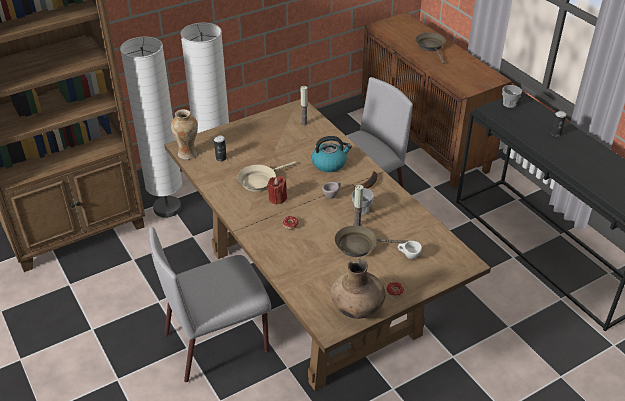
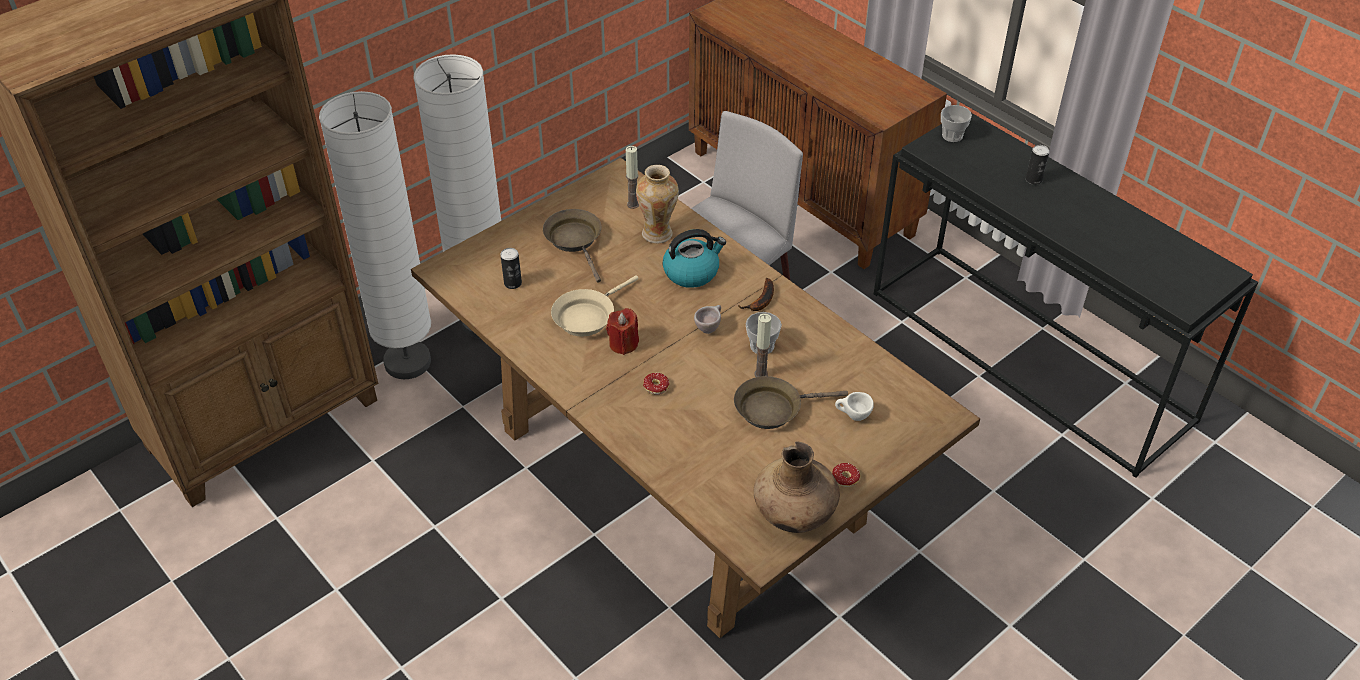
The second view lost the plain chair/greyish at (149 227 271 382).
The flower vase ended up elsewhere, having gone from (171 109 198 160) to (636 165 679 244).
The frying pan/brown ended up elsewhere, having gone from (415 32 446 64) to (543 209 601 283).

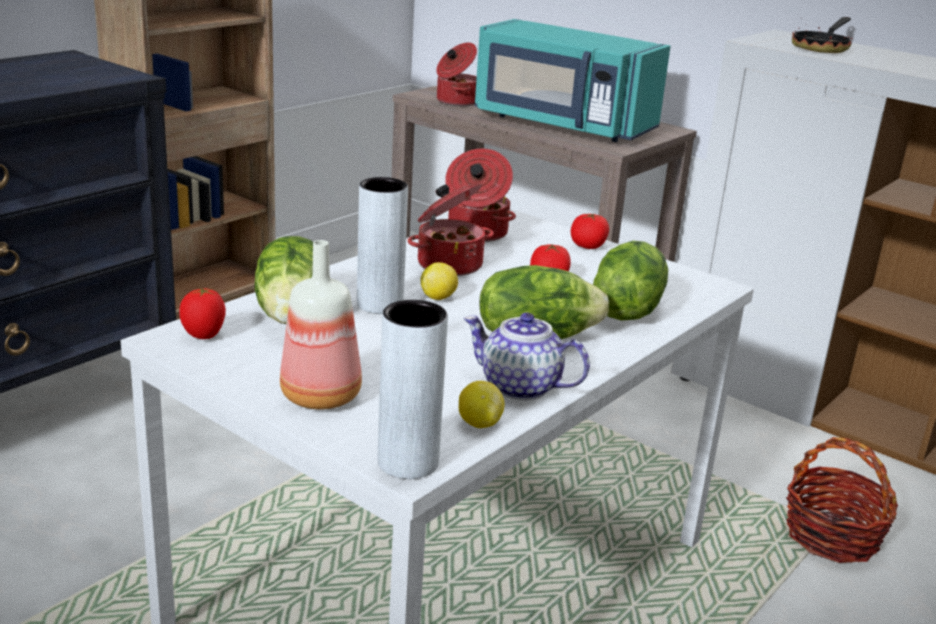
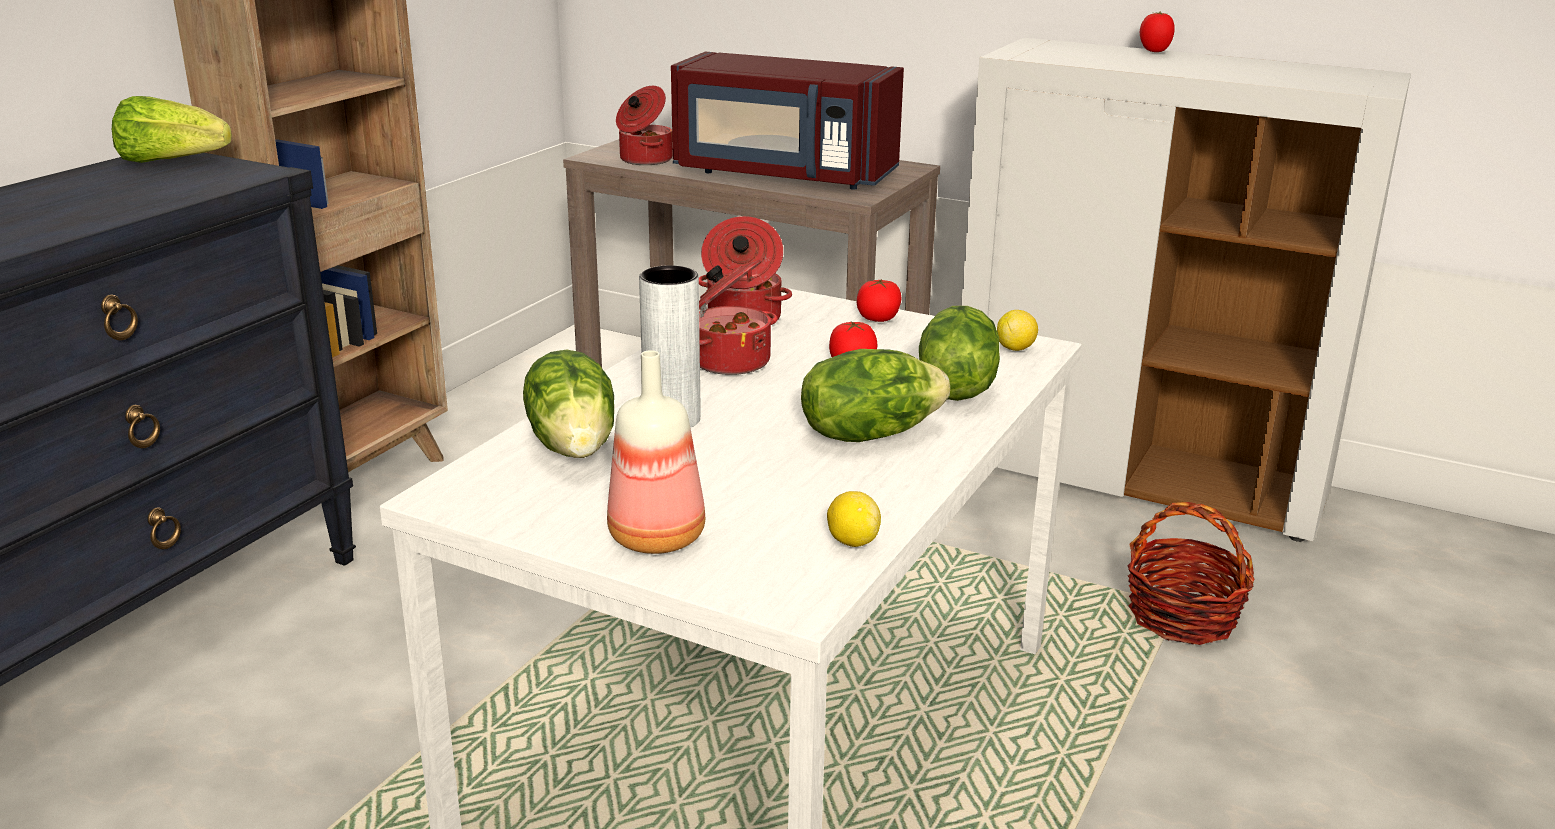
The fresh tomato ended up elsewhere, having gone from (179 288 226 339) to (1140 12 1175 52).
The second view lost the flower vase/greyish at (378 300 448 479).
The whole lemon ended up elsewhere, having gone from (421 262 458 300) to (997 310 1038 351).
The second view lost the tea pot at (464 312 590 400).
What was the microwave/turquoise-coloured at (475 19 671 142) turned into the microwave/red at (671 52 904 190).
The second view lost the frying pan at (792 17 853 53).
The second view gained the head of lettuce at (112 96 232 163).

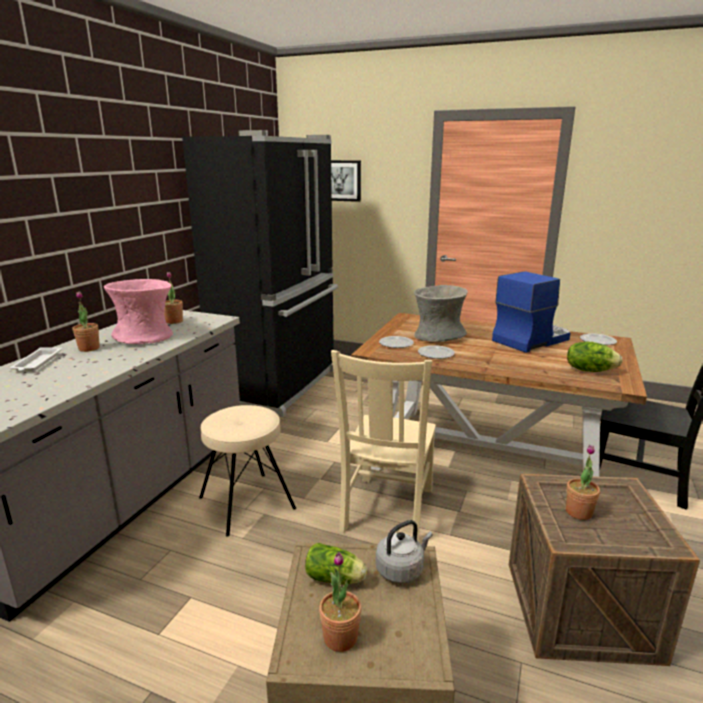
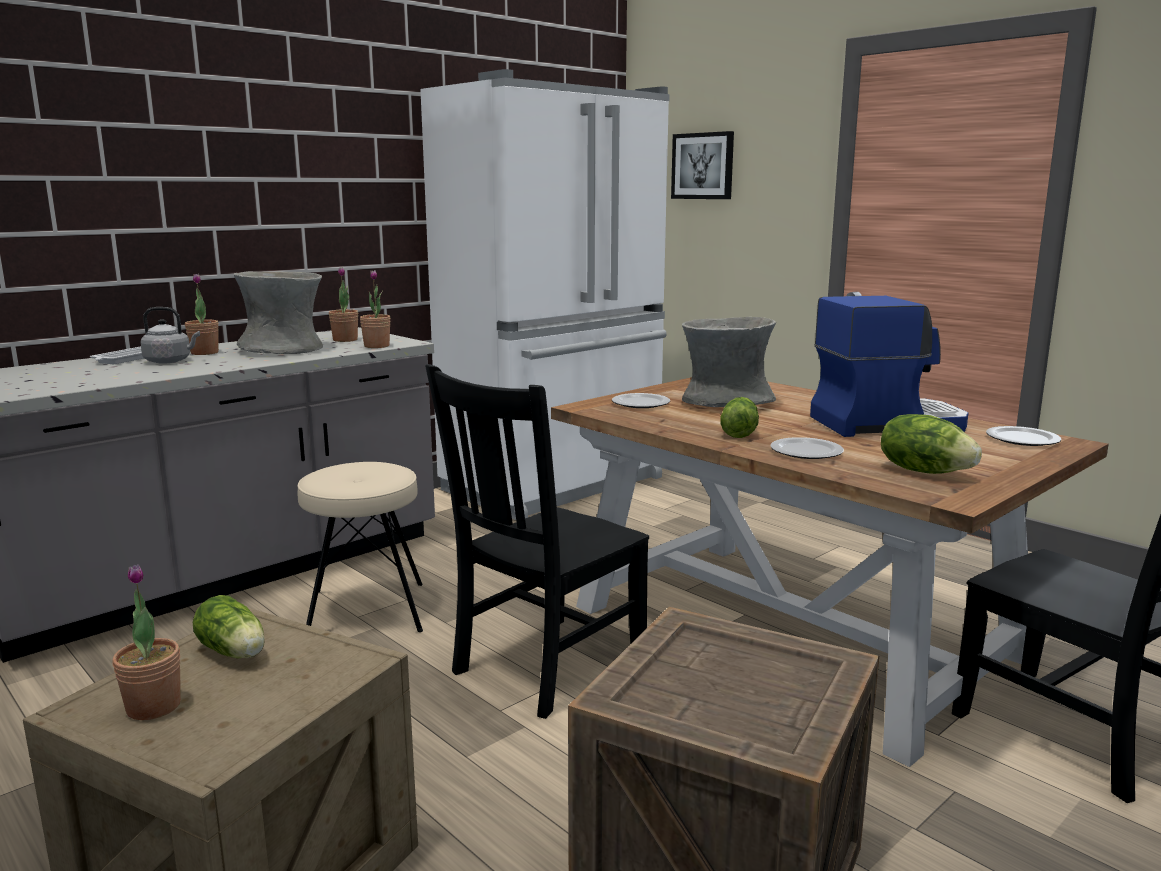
What was the flower vase/pinkish at (104 279 173 344) turned into the flower vase/greyish at (234 271 323 354).
What was the kitchen fridge/black-coloured at (182 130 338 417) turned into the kitchen fridge/white-coloured at (420 69 670 520).
What was the plain chair/beige-coloured at (331 350 436 542) turned into the plain chair/black-coloured at (425 364 649 719).
The water kettle/greyish ended up elsewhere, having gone from (376 520 433 583) to (140 307 200 364).
The dinner plate ended up elsewhere, having gone from (418 345 455 359) to (770 437 844 459).
The potted plant ended up elsewhere, having gone from (566 445 600 520) to (360 270 390 348).
The second view gained the head of lettuce at (720 397 759 438).

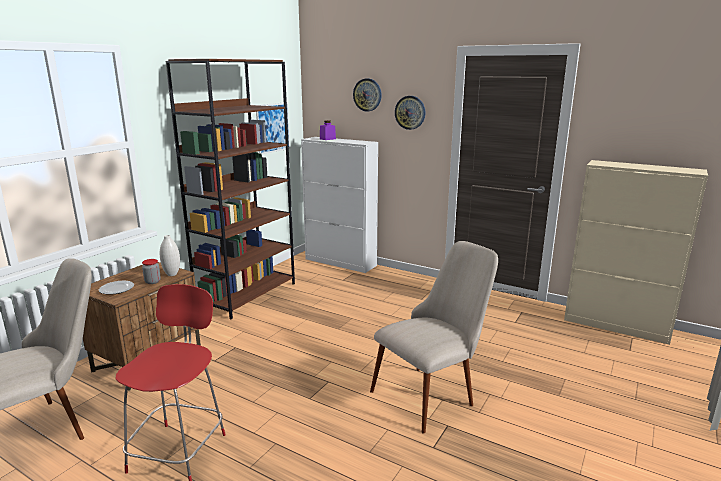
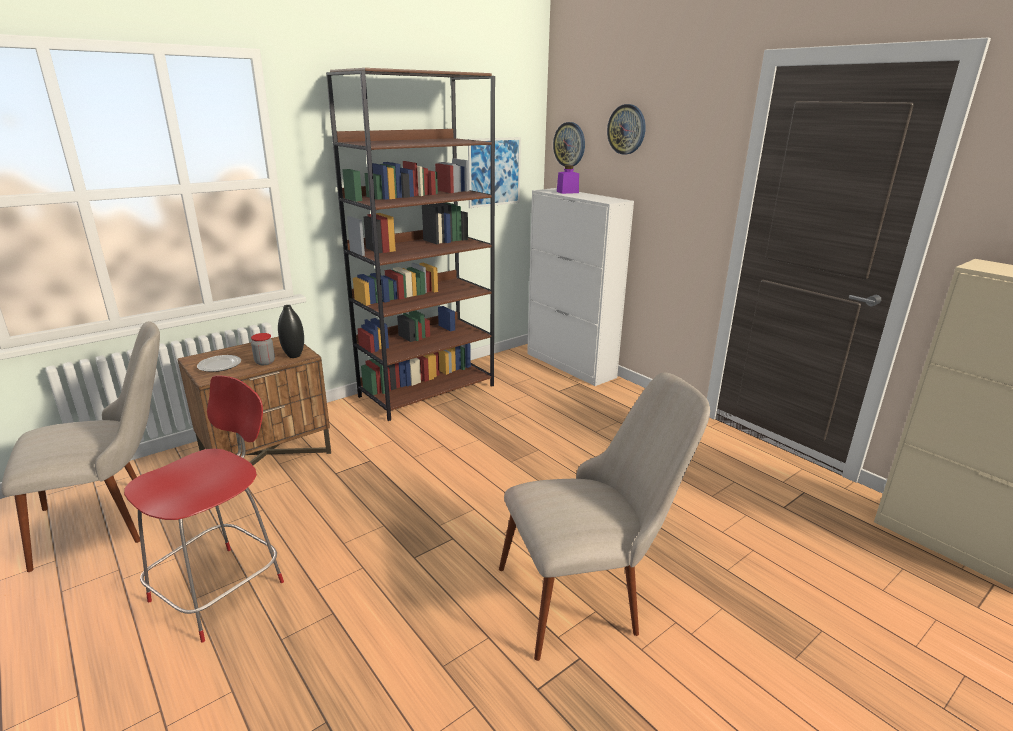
What was the flower vase/white-coloured at (160 235 180 276) turned into the flower vase/black-coloured at (278 305 304 358).
The wall clock ended up elsewhere, having gone from (395 96 426 130) to (553 122 585 167).

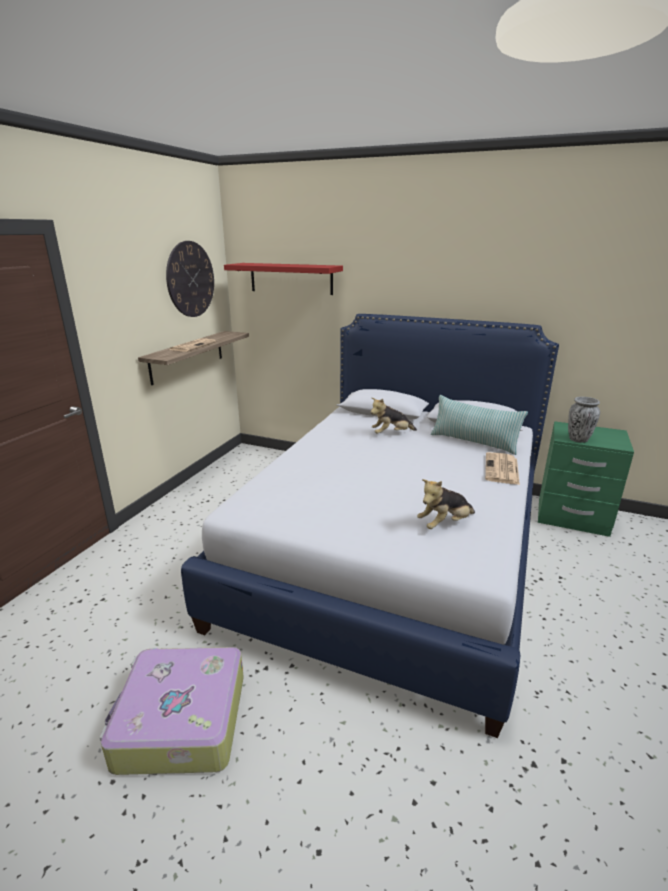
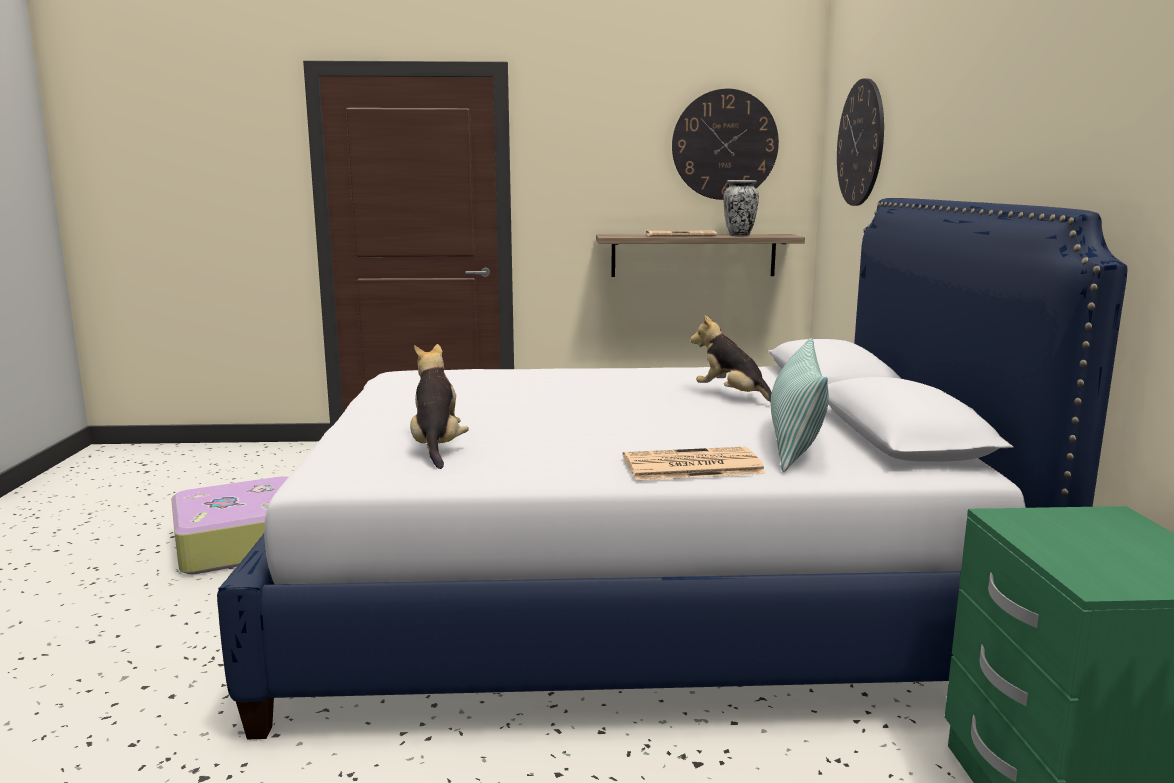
Where the shelf/red hung at (224 263 343 295), the wall clock came to hang at (837 78 884 206).
The plush toy at (417 479 475 529) ended up facing another way, 45 degrees clockwise from before.
The flower vase ended up elsewhere, having gone from (568 397 600 443) to (723 180 759 236).

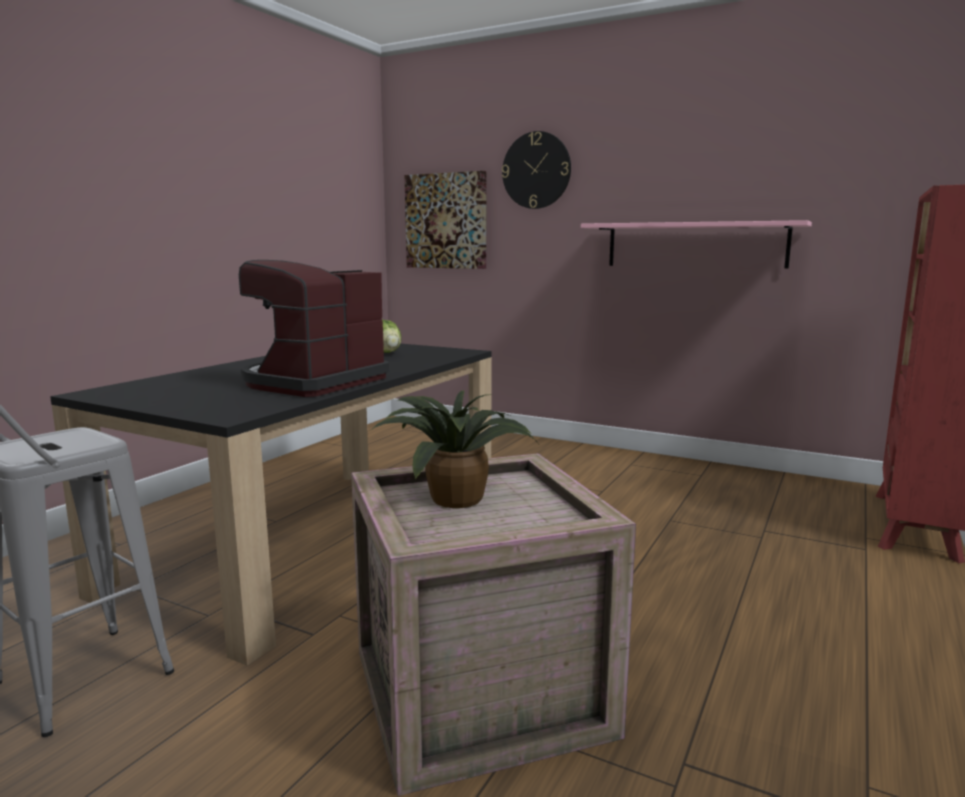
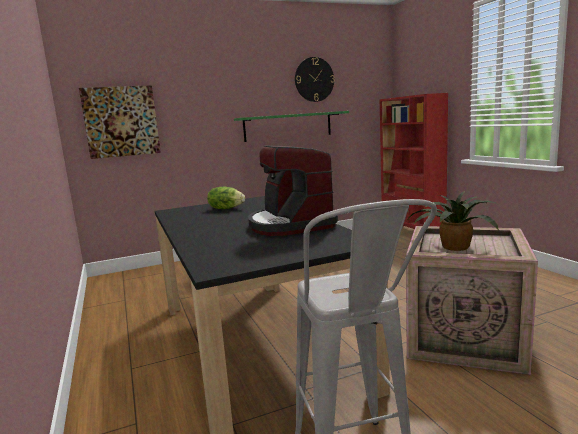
The wall clock ended up elsewhere, having gone from (502 131 571 209) to (295 57 335 102).
What was the shelf/pinkish at (581 220 812 269) turned into the shelf/green-coloured at (234 111 349 142).

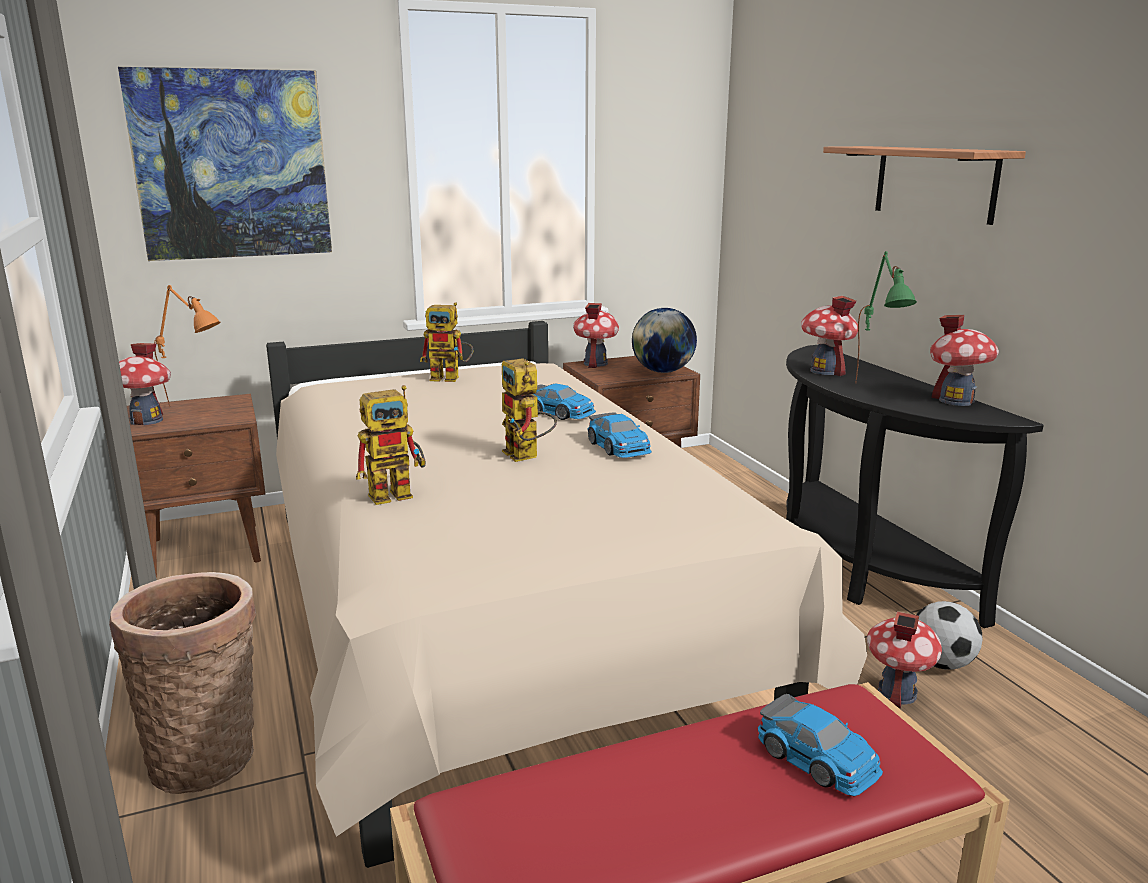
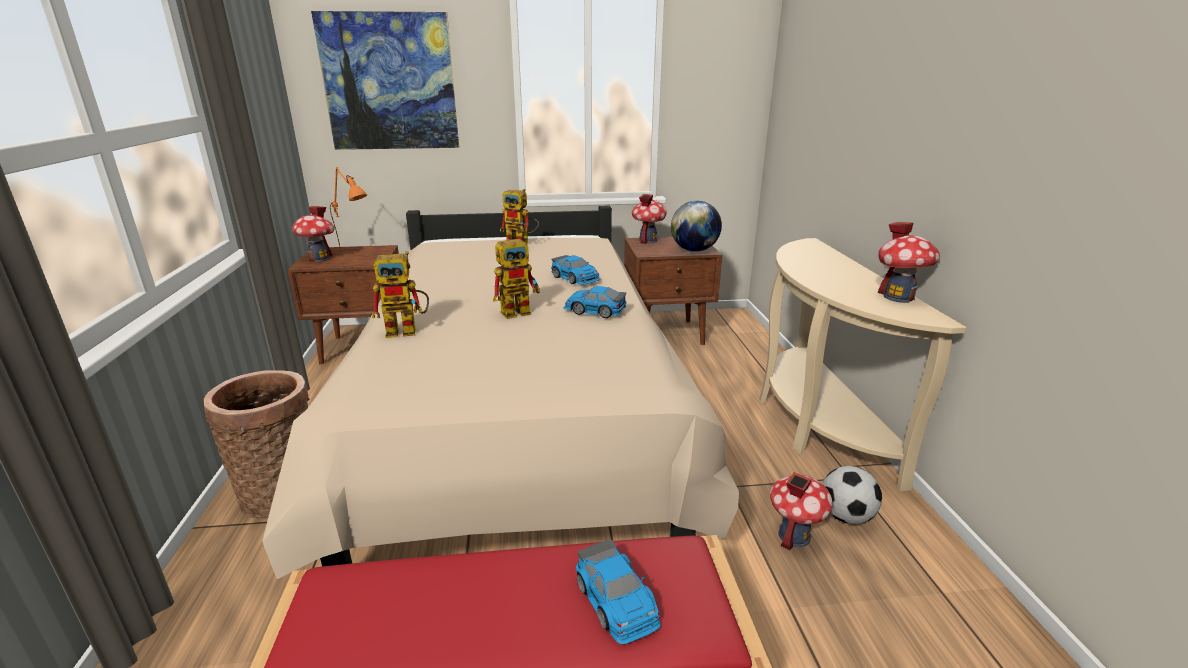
The robot figure at (502 358 557 462) ended up facing another way, 105 degrees counterclockwise from before.
The model car at (588 412 652 458) ended up facing another way, 120 degrees clockwise from before.
What was the hall table/black-coloured at (786 345 1044 628) turned into the hall table/beige-coloured at (759 238 966 491).
The second view lost the miniature house at (801 296 858 376).
The second view lost the shelf at (823 146 1026 225).
The second view lost the tabletop lamp/green-coloured at (855 251 917 384).

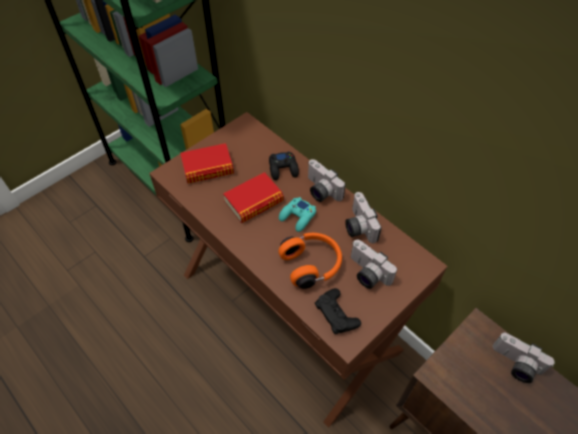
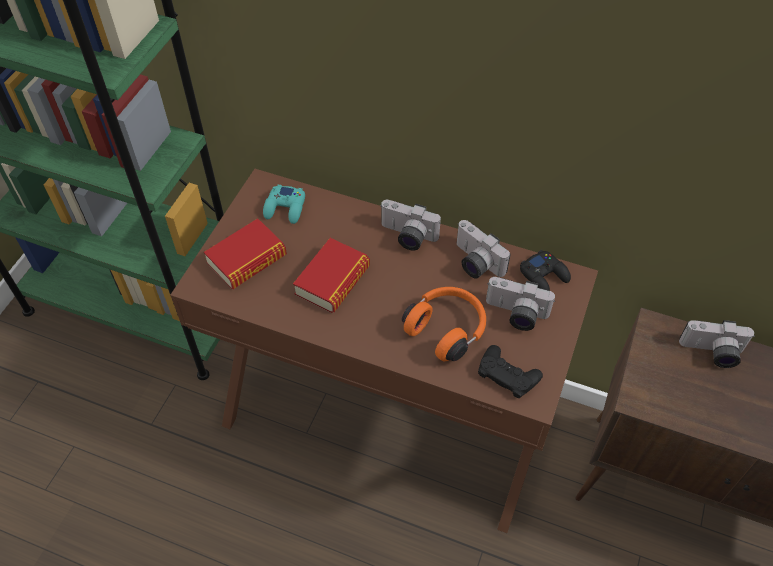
The game controller/black-coloured ended up elsewhere, having gone from (269 151 299 180) to (520 250 571 291).
The game controller/turquoise-coloured ended up elsewhere, having gone from (279 197 316 232) to (263 185 305 224).

